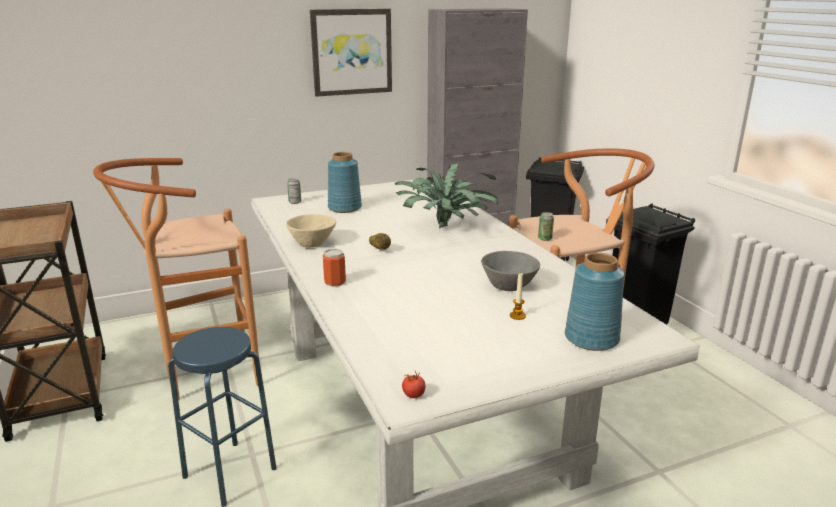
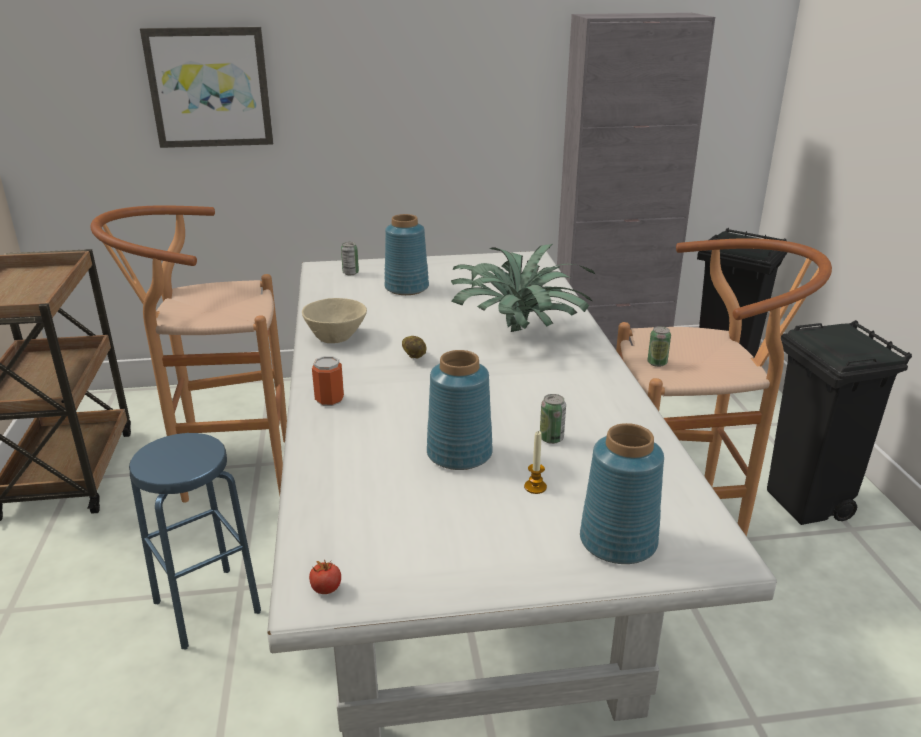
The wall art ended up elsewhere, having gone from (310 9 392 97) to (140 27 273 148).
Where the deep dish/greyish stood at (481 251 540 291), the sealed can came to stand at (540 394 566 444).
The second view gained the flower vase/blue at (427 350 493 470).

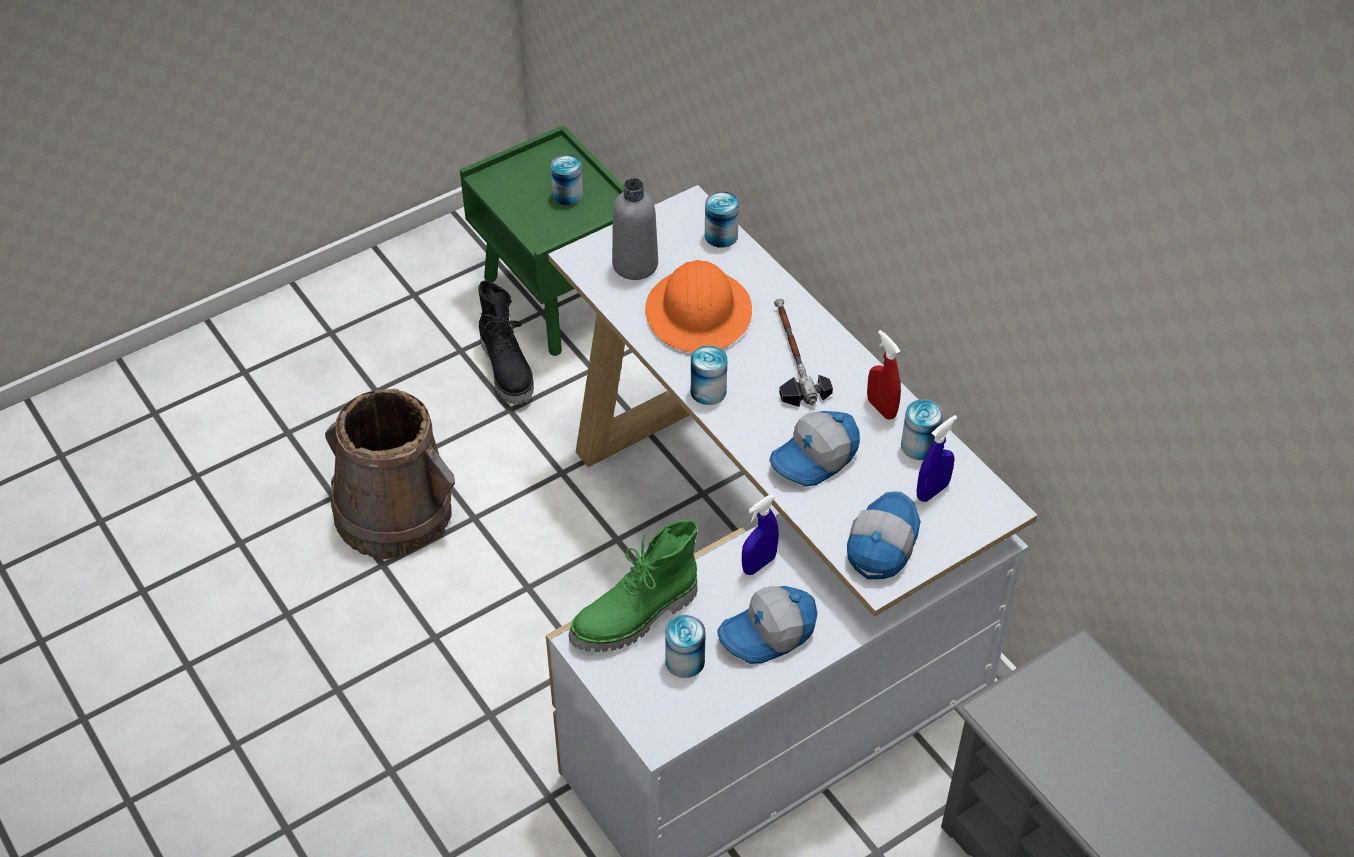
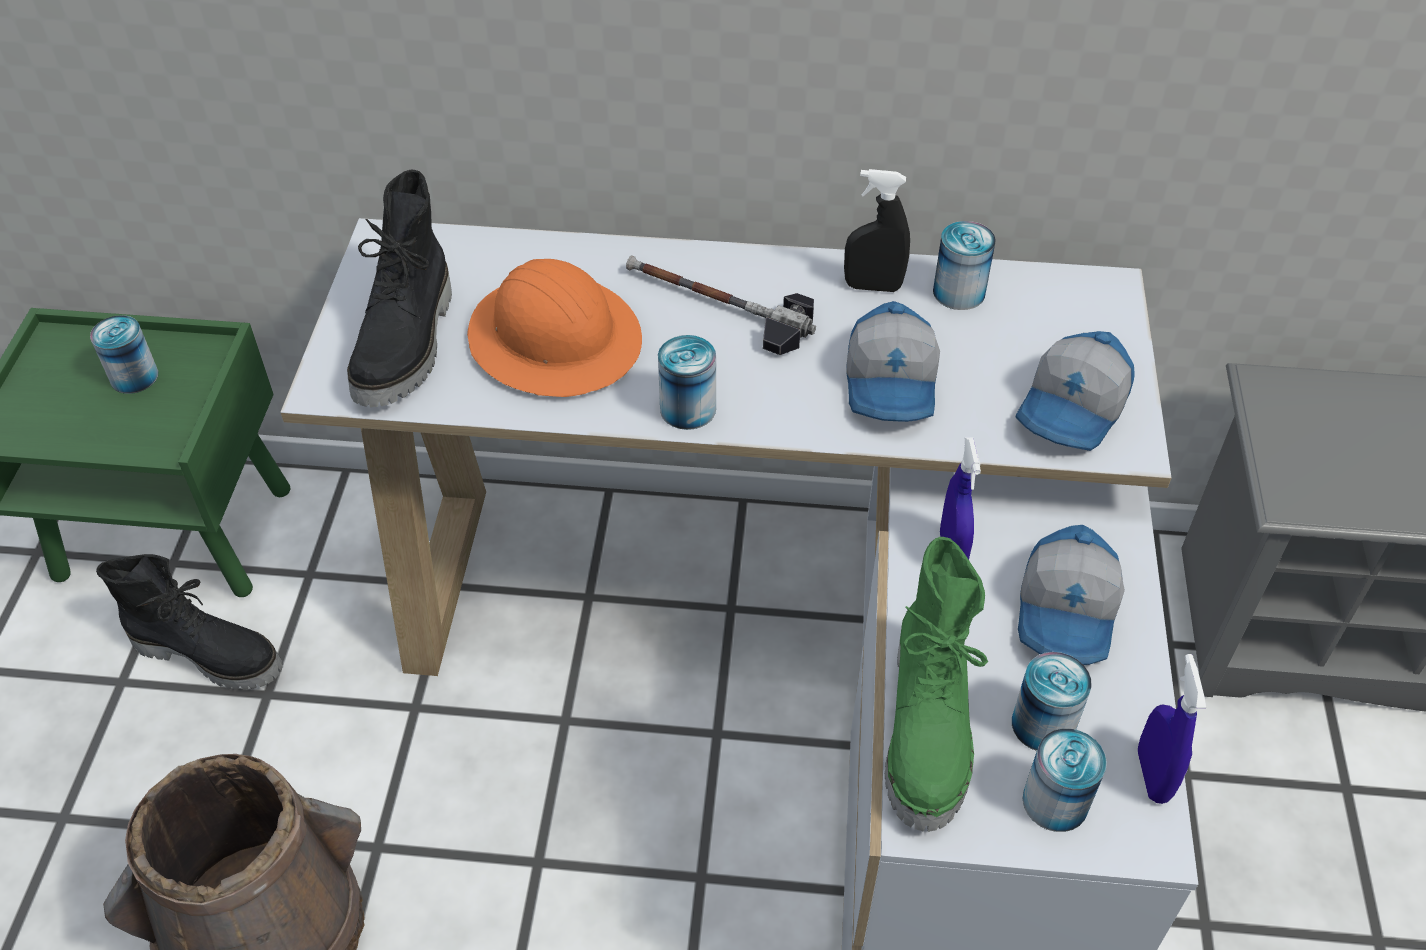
Where the beverage bottle/greyish stood at (612 178 658 280), the tall boot/black-coloured came to stand at (347 170 452 407).
The sealed can ended up elsewhere, having gone from (705 191 739 248) to (1023 729 1107 832).
The cap at (847 492 921 579) ended up facing another way, 120 degrees counterclockwise from before.
What was the hand sprayer/red at (867 330 901 420) turned into the hand sprayer/black-coloured at (844 169 910 292).
The hand sprayer/blue ended up elsewhere, having gone from (917 415 957 502) to (1138 654 1206 804).

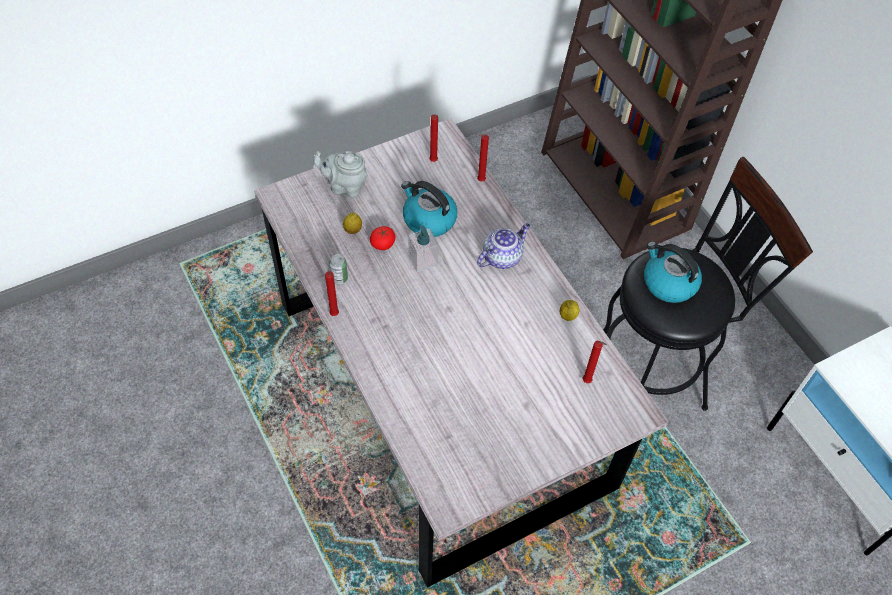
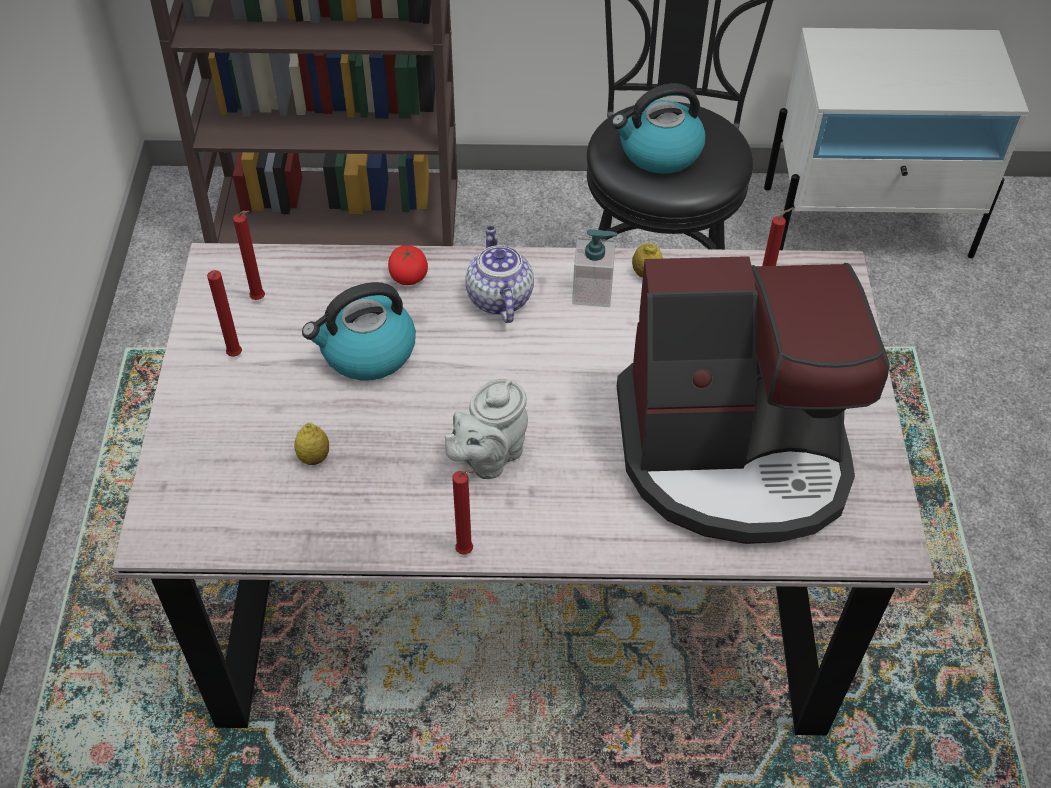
The tea pot/greyish ended up elsewhere, having gone from (313 151 368 198) to (445 379 528 479).
The second view lost the sealed can at (329 254 348 284).
The fresh tomato ended up elsewhere, having gone from (370 226 395 250) to (388 245 428 285).
The soap bottle ended up elsewhere, having gone from (409 225 439 272) to (572 229 617 307).
The wax candle/red ended up elsewhere, having gone from (477 135 489 182) to (207 270 242 357).
The second view gained the coffee maker at (617 256 890 544).

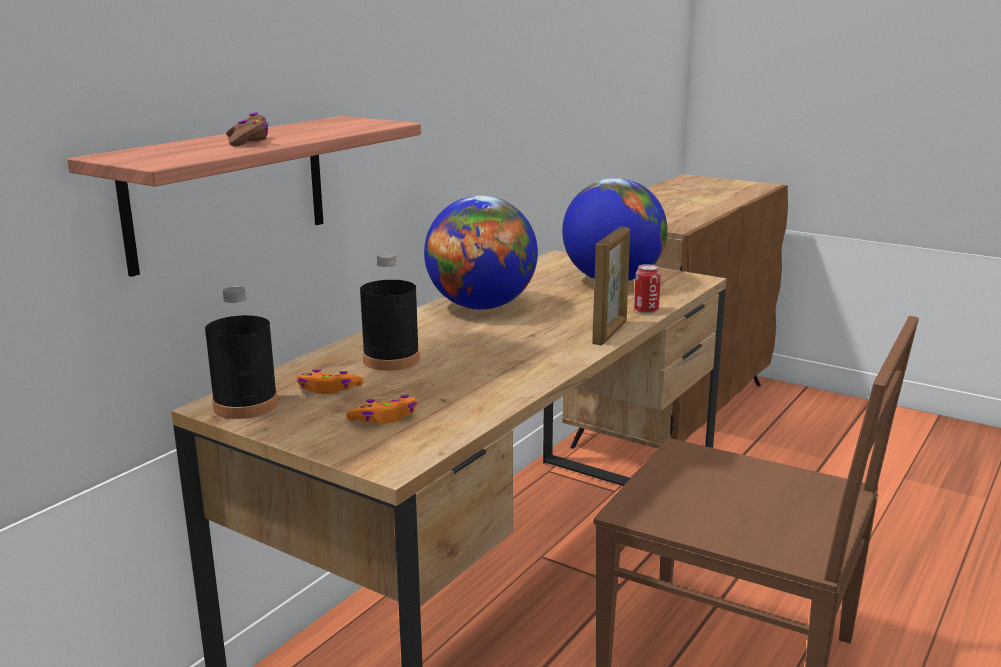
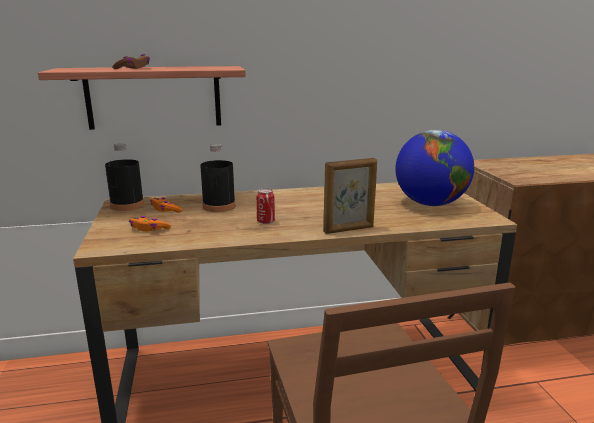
The second view lost the desk globe at (424 195 538 310).
The sealed can ended up elsewhere, having gone from (634 264 661 313) to (256 189 275 224).

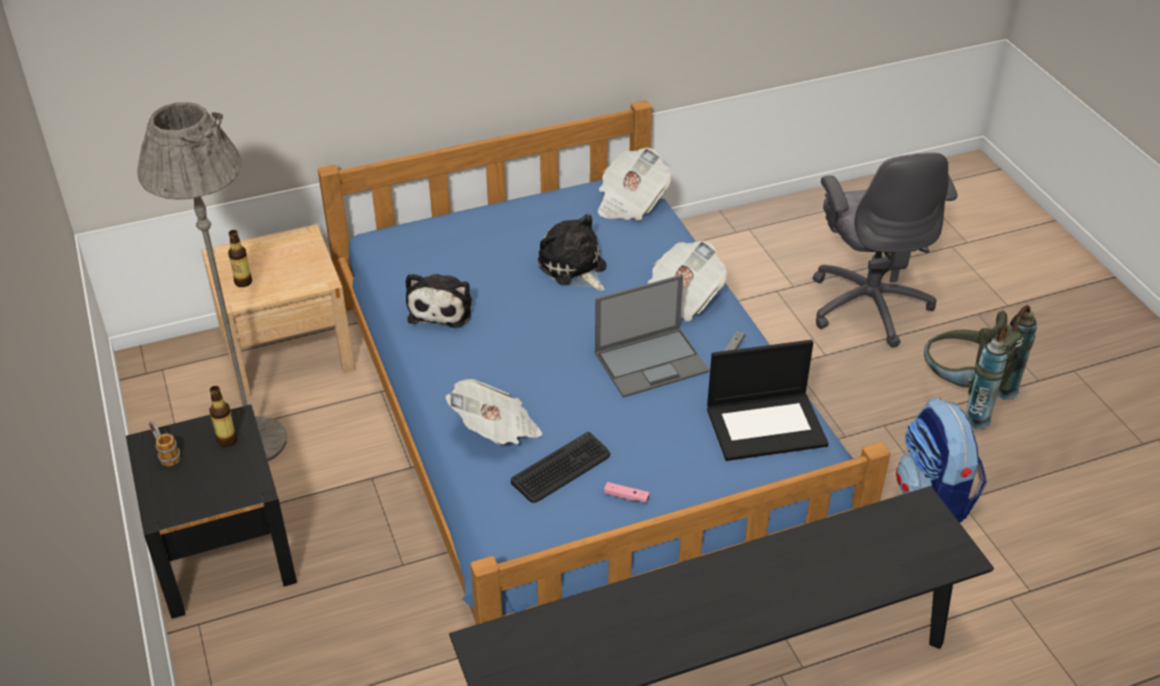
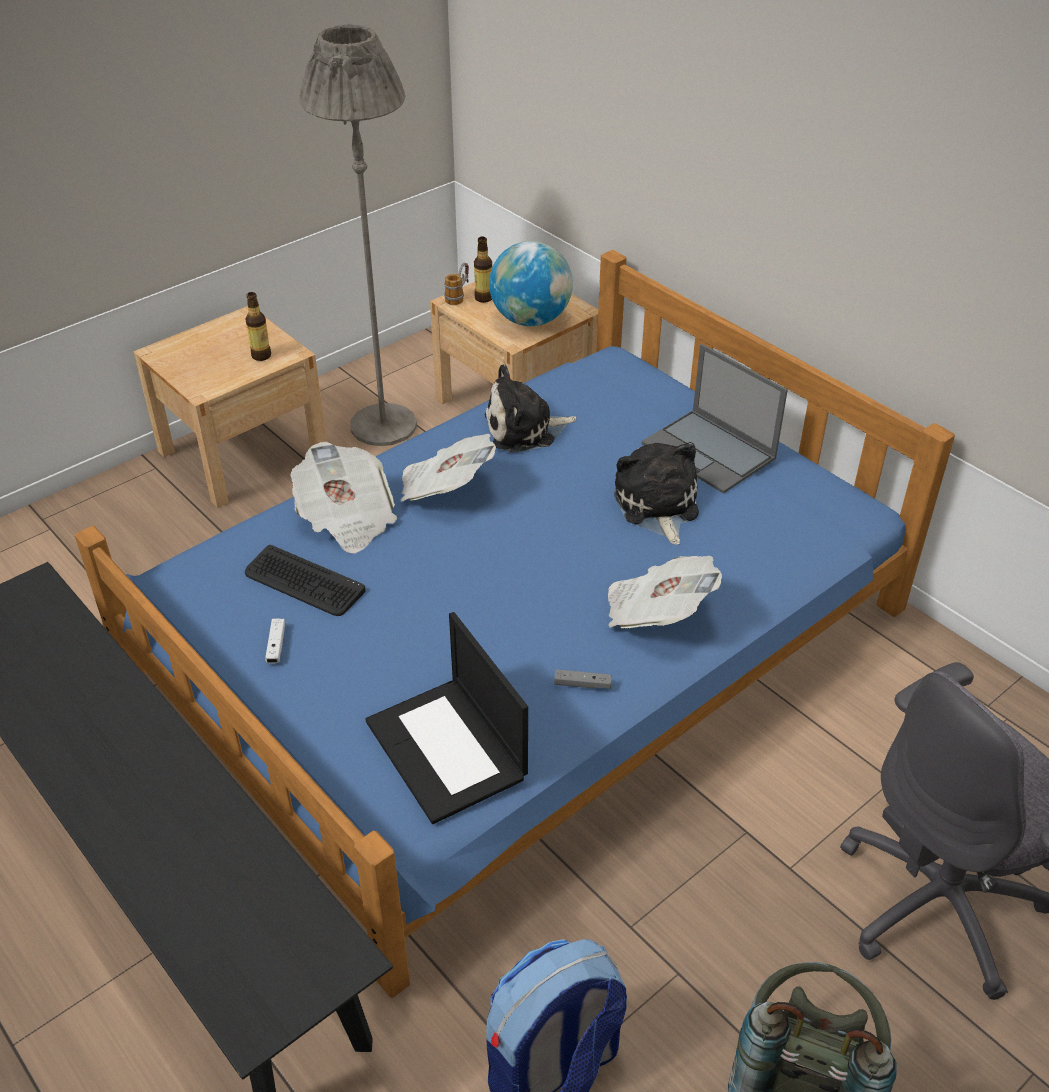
What was the nightstand/black-coloured at (126 405 297 619) turned into the nightstand/beige-coloured at (134 306 327 508).
The mug ended up elsewhere, having gone from (149 421 180 466) to (444 263 469 305).
The plush toy at (538 214 606 291) ended up facing another way, 45 degrees counterclockwise from before.
The portable computer ended up elsewhere, having gone from (595 275 710 398) to (642 344 788 494).
The newspaper ended up elsewhere, having gone from (598 148 671 221) to (401 434 496 501).
What was the game controller/pinkish at (604 482 649 503) turned into the game controller/white-coloured at (265 618 285 663).
The second view gained the desk globe at (489 241 573 326).

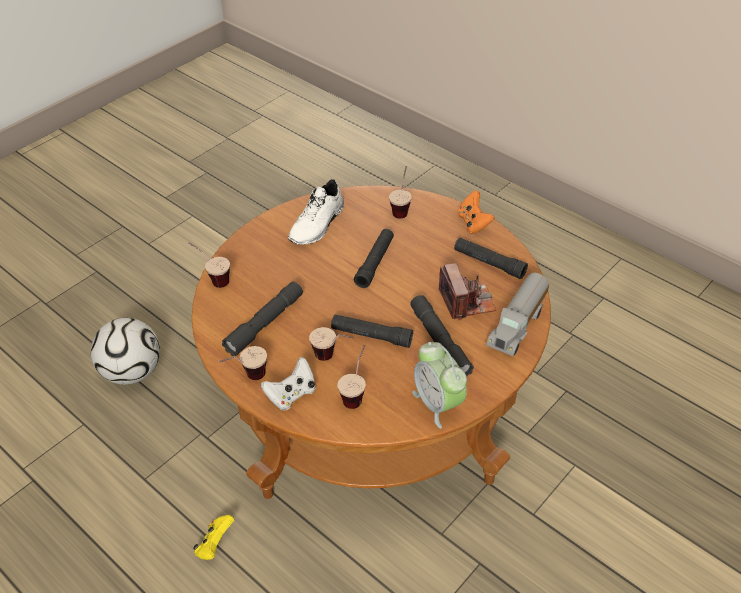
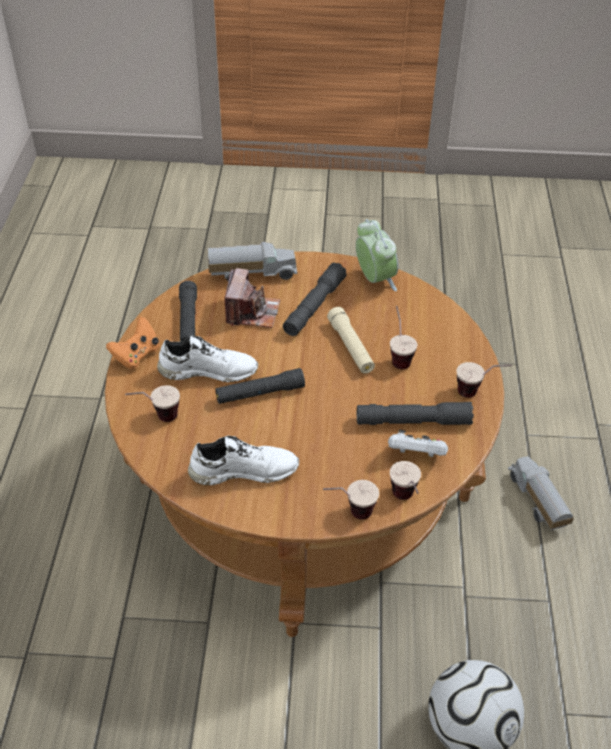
Where the game controller/yellow stood at (193 515 234 560), the toy truck came to stand at (508 456 574 530).
The game controller/white-coloured ended up elsewhere, having gone from (261 357 316 410) to (388 430 448 457).
What was the torch/black-coloured at (331 314 413 348) turned into the torch/beige-coloured at (327 307 375 374).
The drinking cup ended up elsewhere, having gone from (337 345 366 409) to (323 480 379 519).
The table clock at (412 342 467 429) ended up facing another way, 45 degrees counterclockwise from before.
The still camera at (439 263 496 321) ended up facing another way, 150 degrees clockwise from before.
The second view gained the item of footwear/white-coloured at (157 336 258 382).

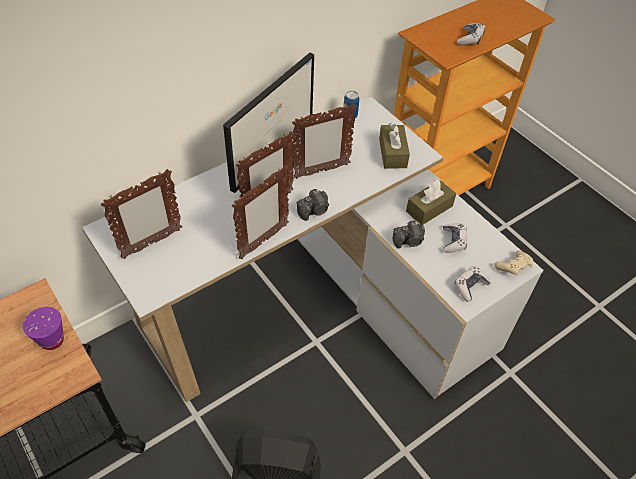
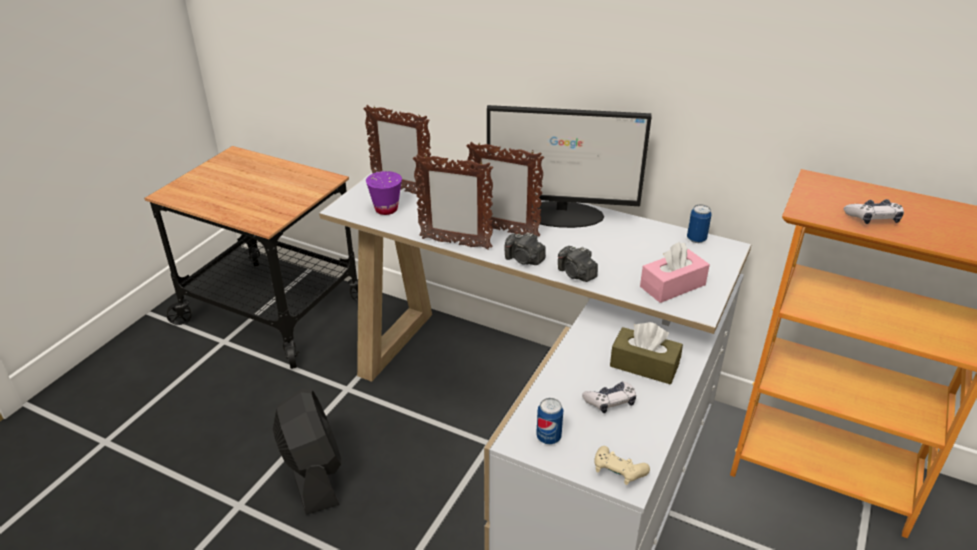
The drinking cup/purplish ended up elsewhere, having gone from (23 307 64 350) to (366 171 402 215).
The second view lost the picture frame at (292 103 356 179).
What was the tissue box/brown at (379 123 410 169) turned into the tissue box/pinkish at (640 242 710 303).
The still camera ended up elsewhere, having gone from (393 221 425 248) to (558 246 598 282).
Where the game controller stood at (455 266 491 302), the sealed can came to stand at (536 398 563 444).

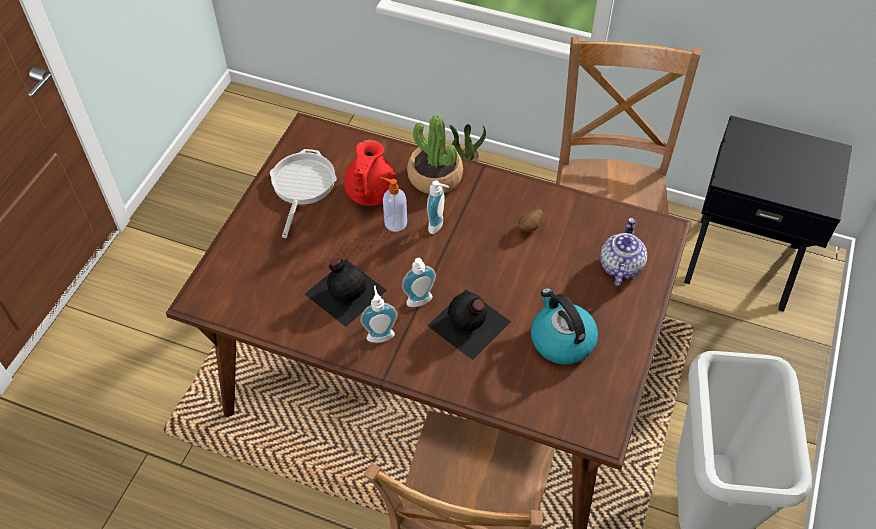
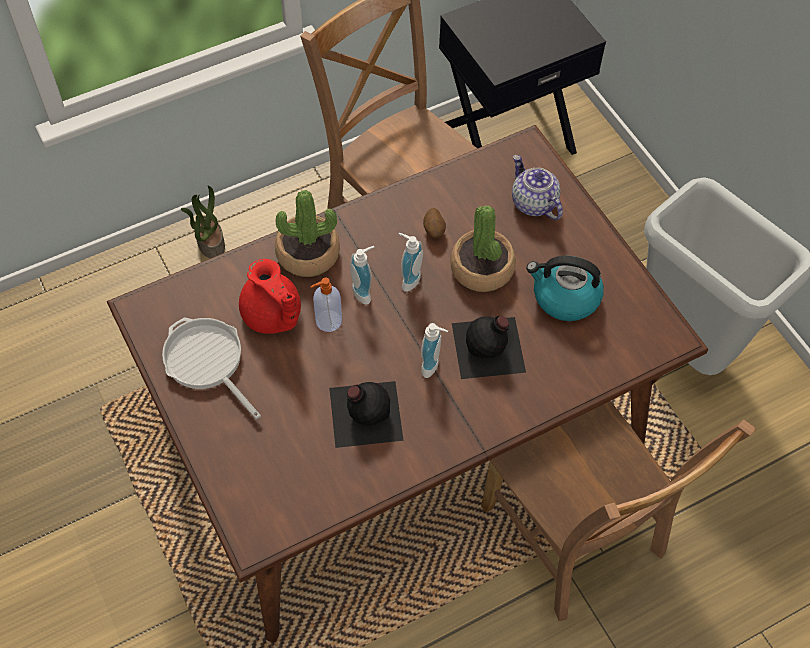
The soap bottle ended up elsewhere, having gone from (360 286 398 343) to (399 233 423 292).
The second view gained the potted plant at (450 205 516 292).

